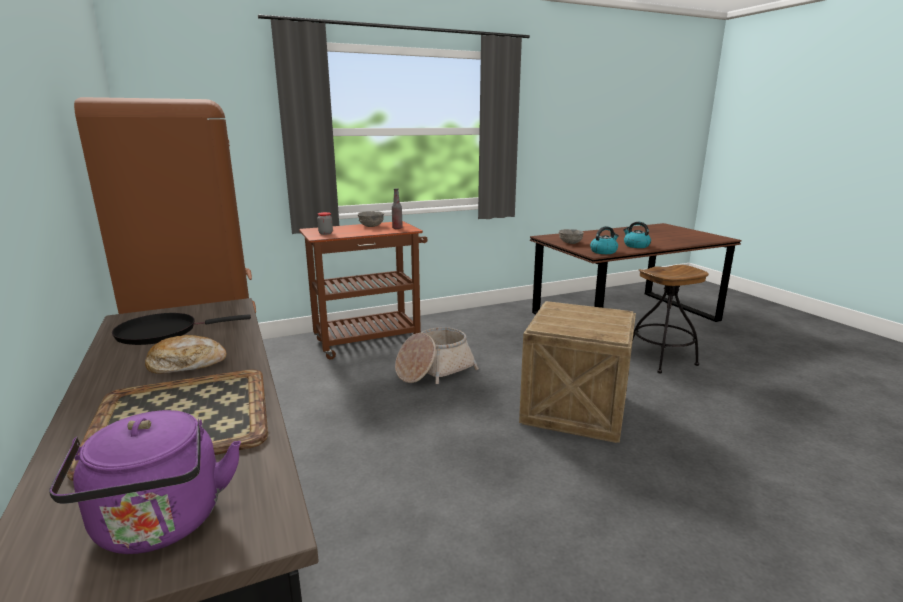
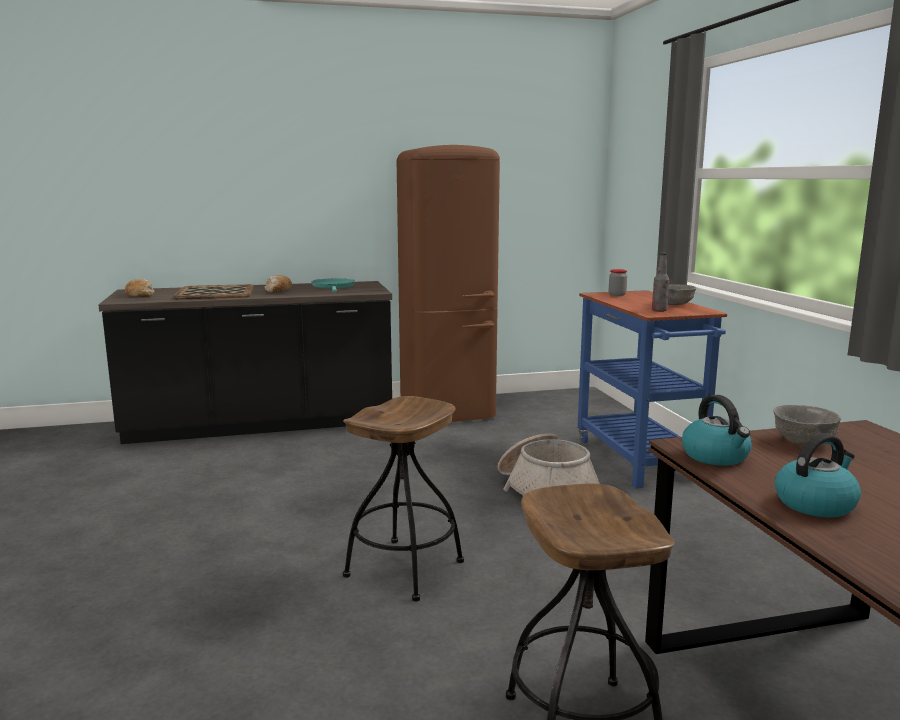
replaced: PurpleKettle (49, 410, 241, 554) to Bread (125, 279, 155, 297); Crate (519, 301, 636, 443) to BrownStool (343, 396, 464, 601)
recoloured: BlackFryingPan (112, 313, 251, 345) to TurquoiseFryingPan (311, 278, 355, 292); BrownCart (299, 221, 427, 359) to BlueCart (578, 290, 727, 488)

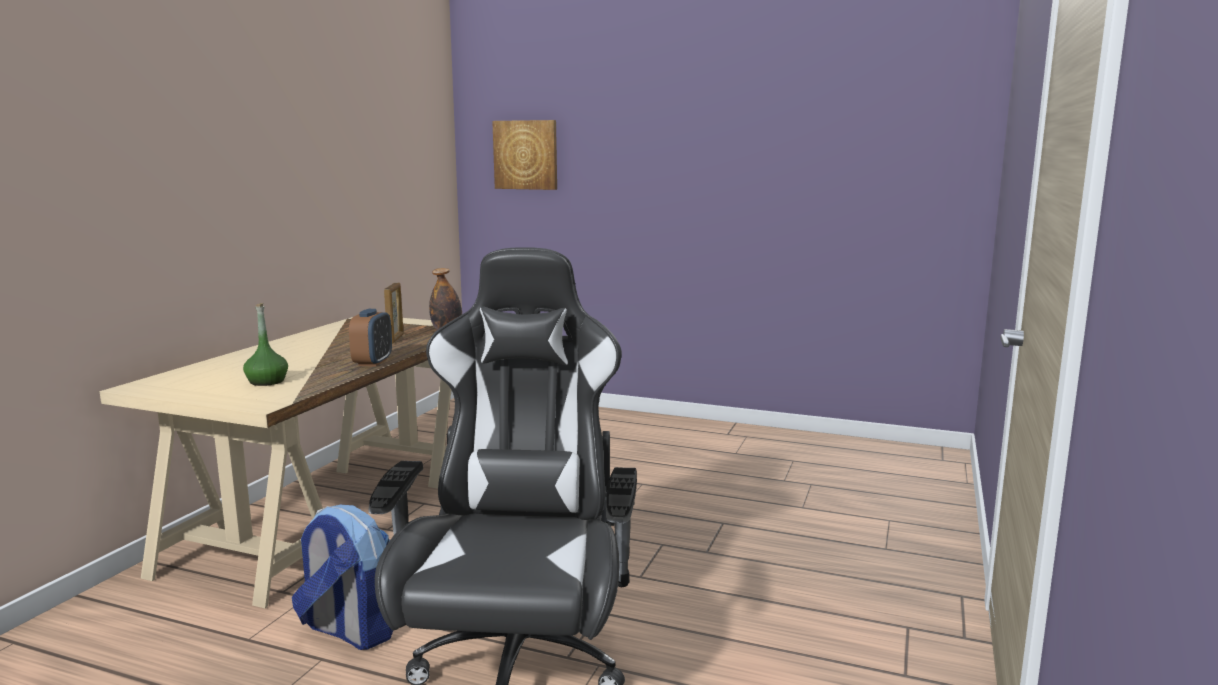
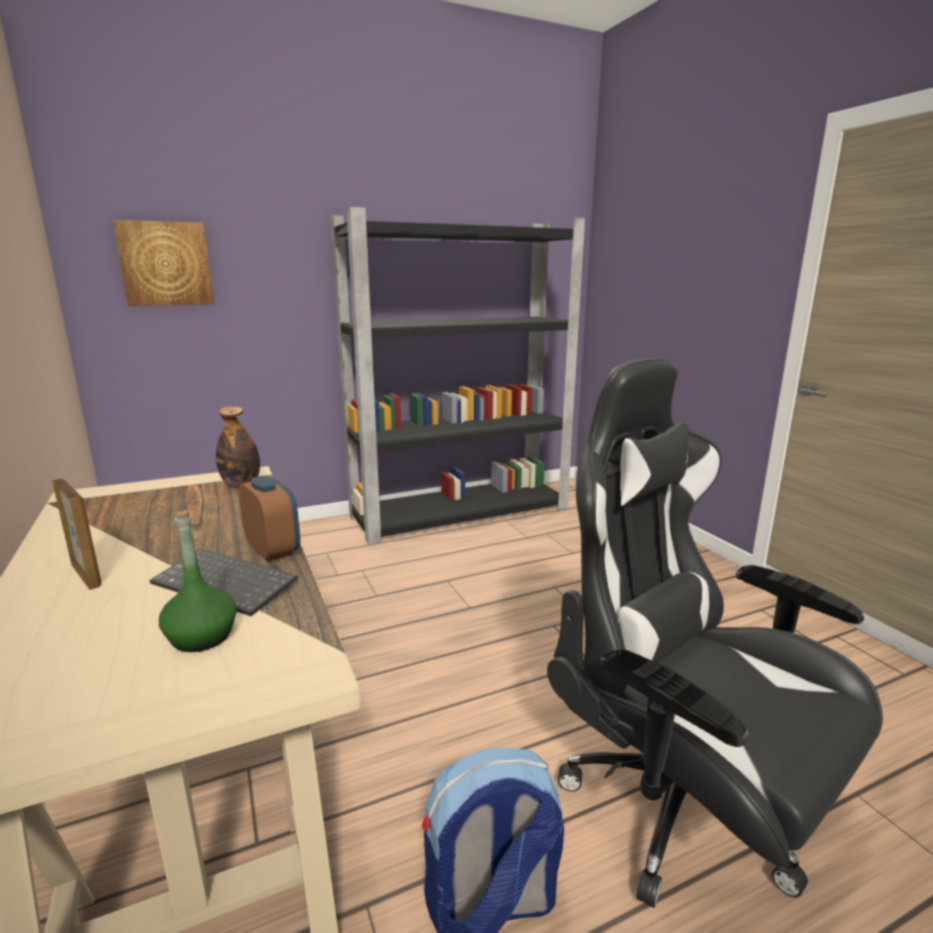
added: Keyboard (150, 549, 298, 616); BlackBookcase (330, 207, 585, 545)
moved: PictureFrame (384, 283, 404, 344) to (52, 479, 101, 590)

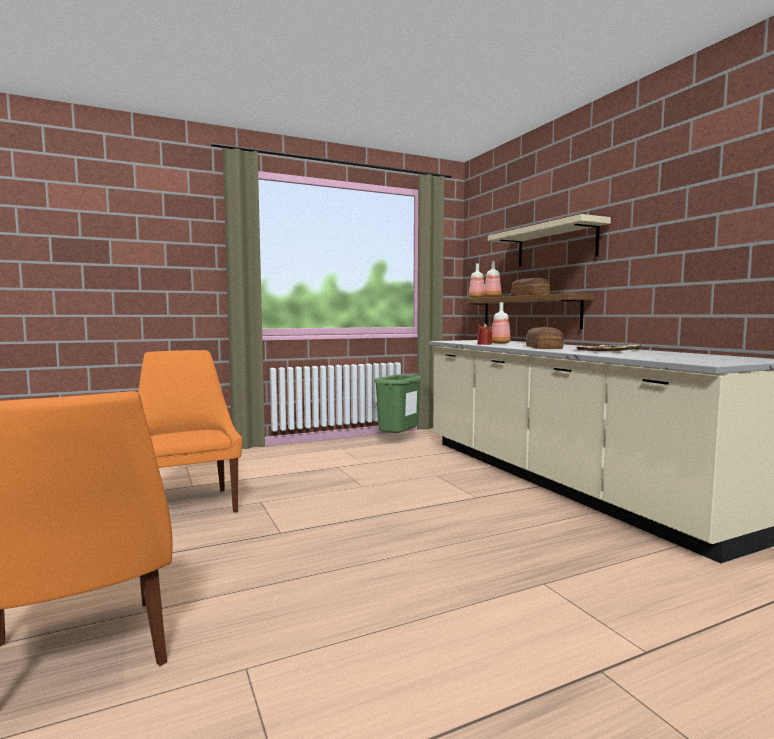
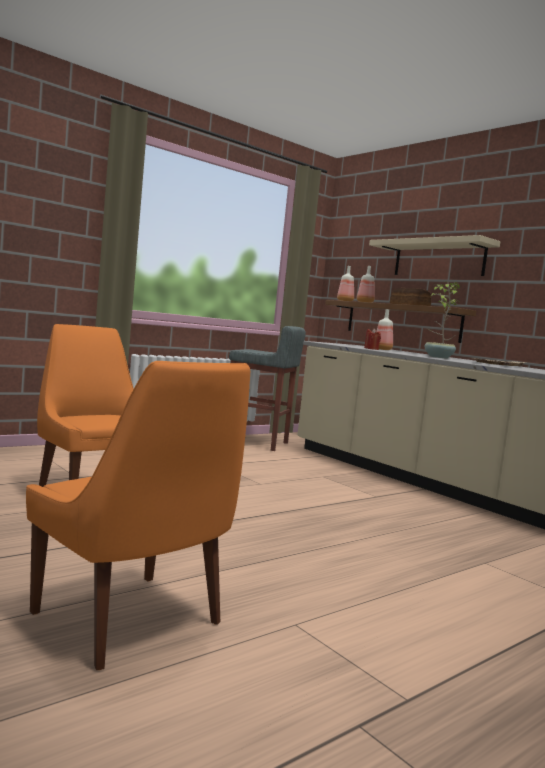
replaced: GreenTrashCan (374, 374, 422, 433) to GreyStool (229, 326, 306, 451); Bread (526, 327, 563, 349) to PottedPlant (425, 281, 460, 359)

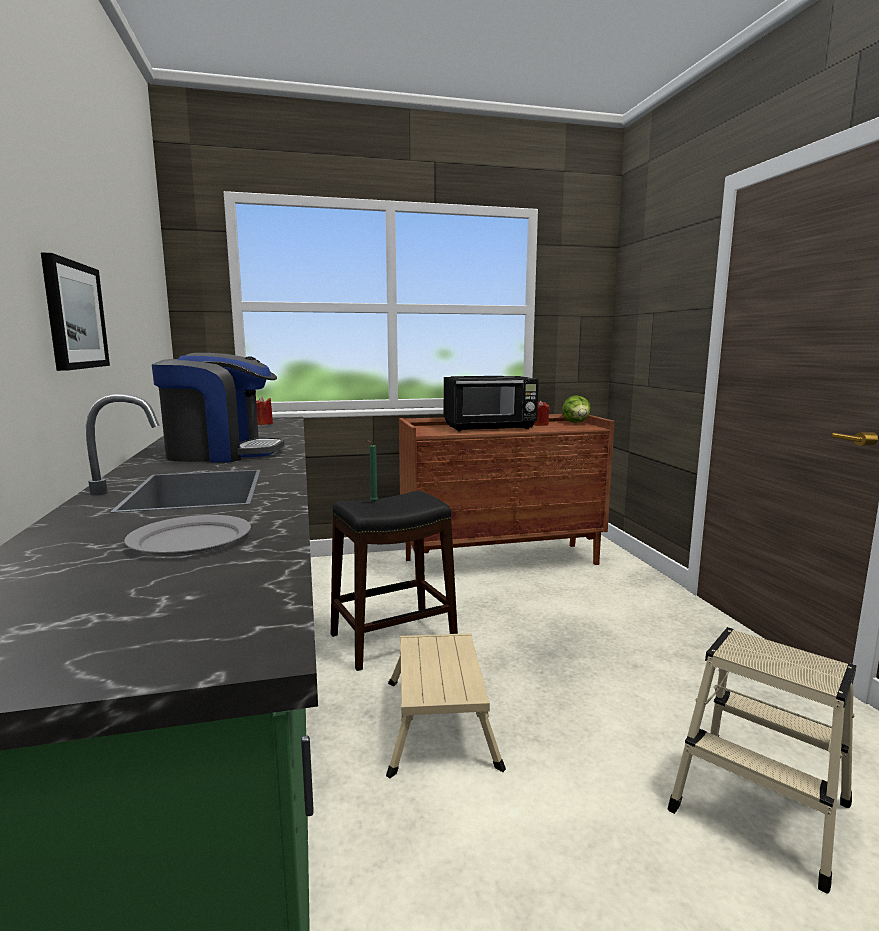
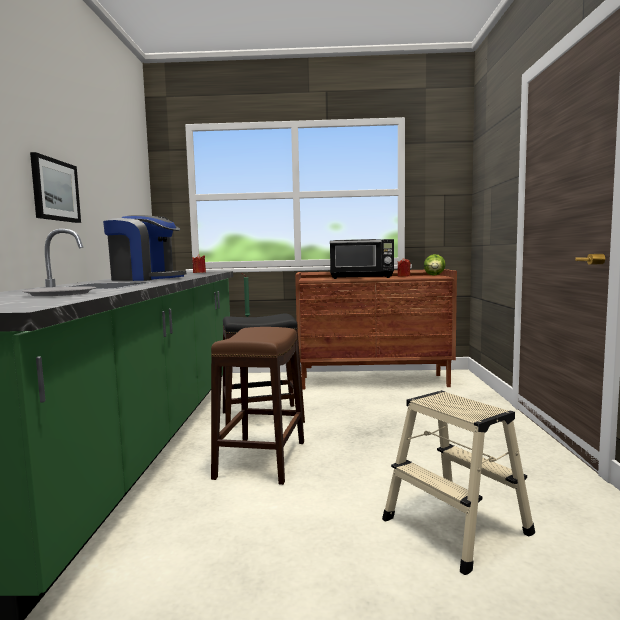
replaced: BeigeStepLadder (386, 633, 506, 779) to BrownStool (211, 327, 304, 485)

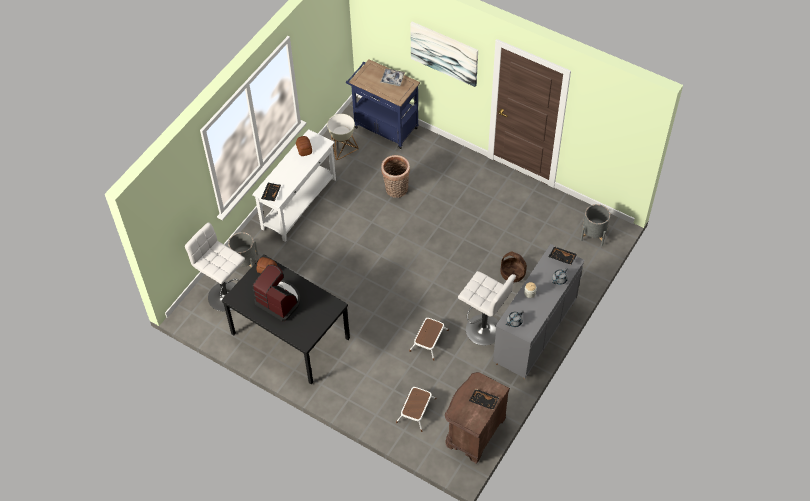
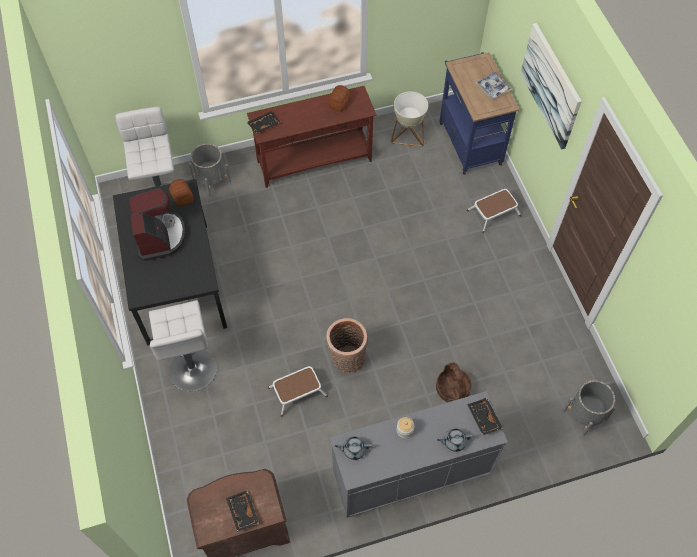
moved: Basket (381, 155, 410, 198) to (326, 318, 368, 373); BrownStepLadder (396, 387, 437, 432) to (466, 189, 521, 234); WhiteStool (458, 271, 516, 345) to (149, 300, 217, 392)
recoloured: WhiteConsoleTable (252, 129, 336, 242) to BrownConsoleTable (247, 86, 377, 188)

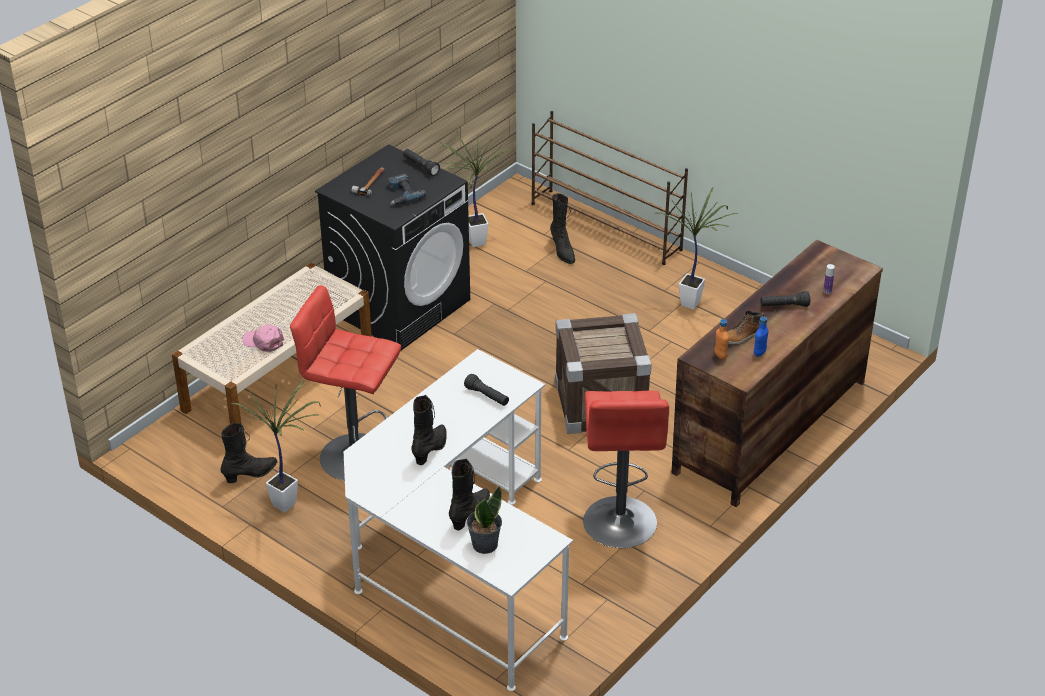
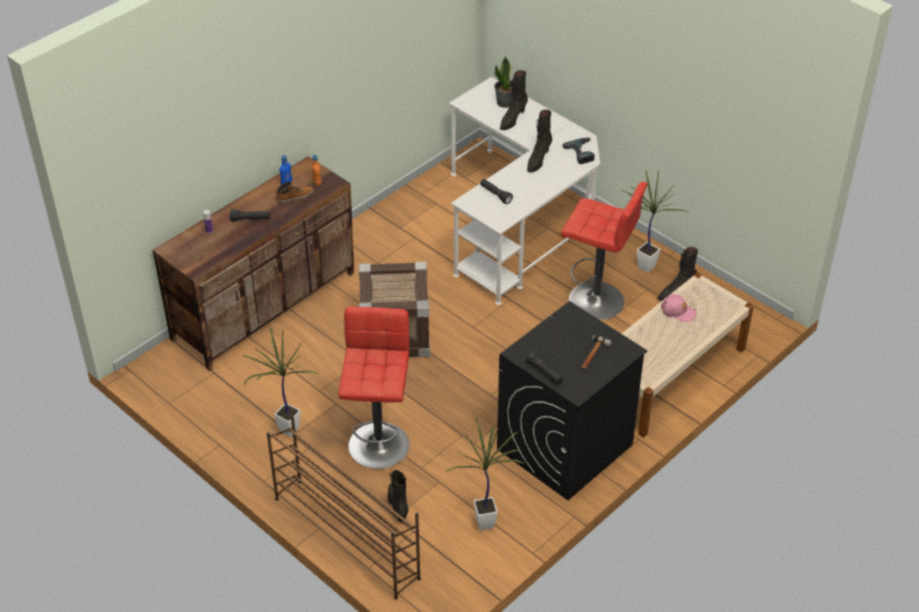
moved: PowerDrill (387, 174, 427, 205) to (562, 137, 595, 164); RedStool (583, 391, 669, 548) to (339, 307, 410, 469)

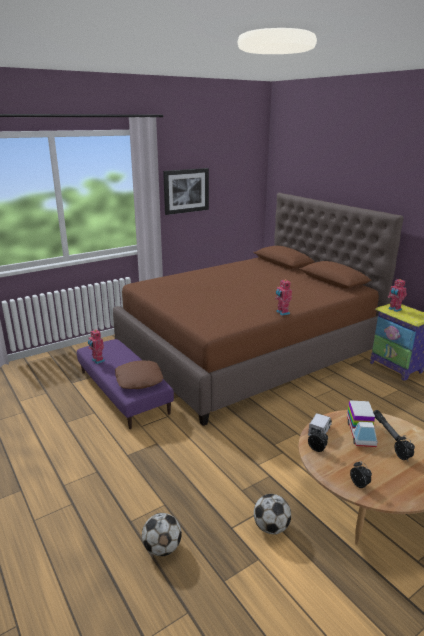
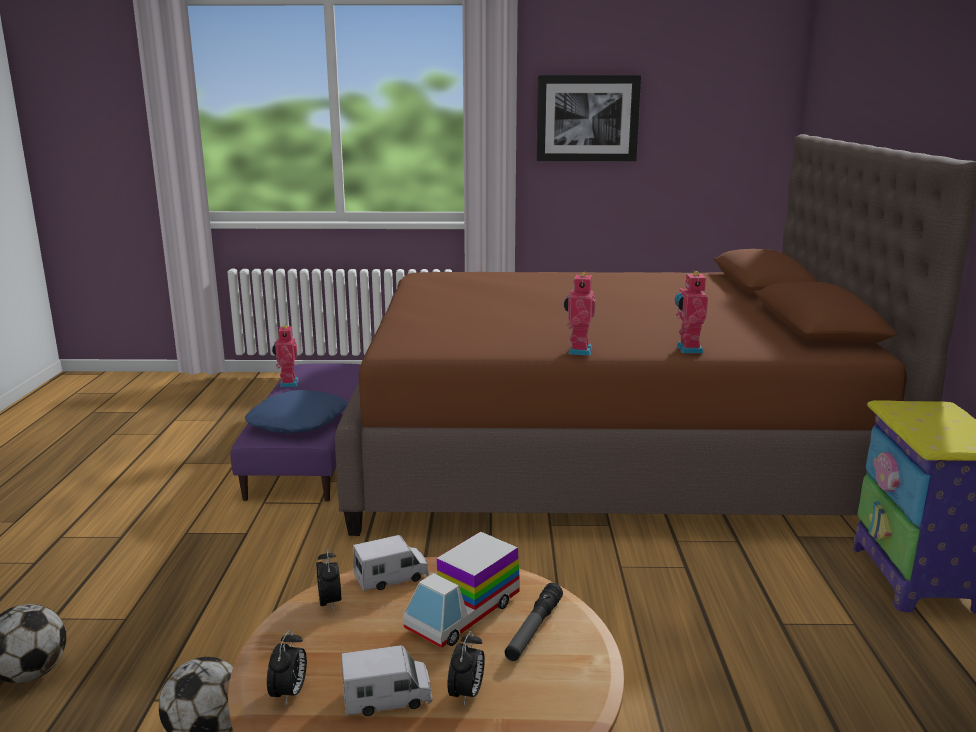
added: ToyTruck (341, 645, 432, 717)
moved: ToyRobot (388, 278, 407, 312) to (675, 270, 708, 353)
recoloured: BrownPillow (115, 360, 163, 389) to BluePillow (245, 390, 348, 433)

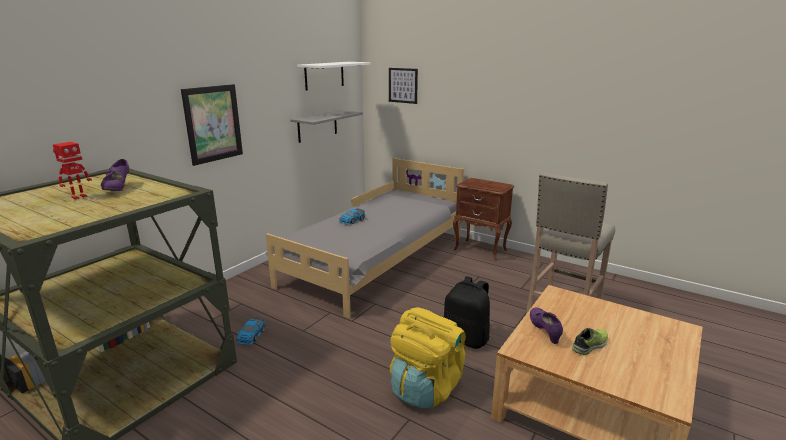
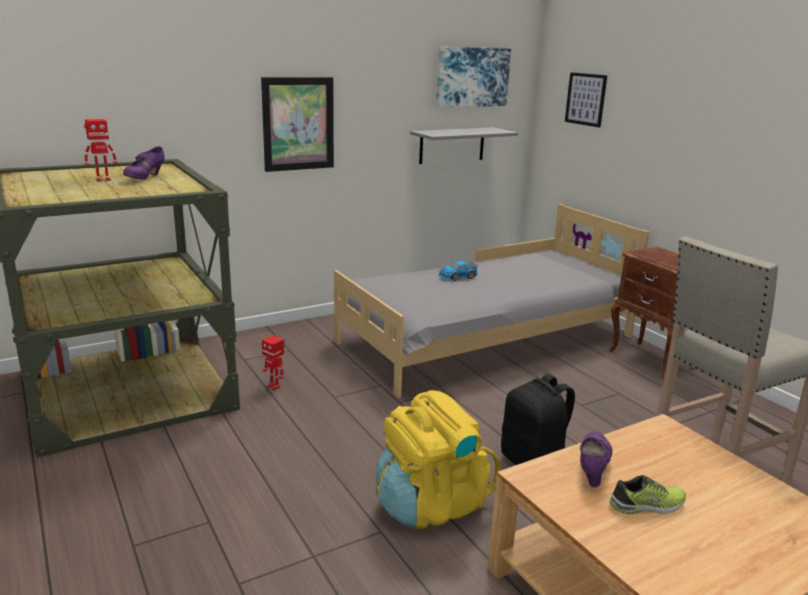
replaced: ToyCar (236, 317, 265, 345) to ToyRobot (262, 335, 284, 390); WhiteShelf (297, 62, 370, 90) to Picture (436, 47, 511, 107)

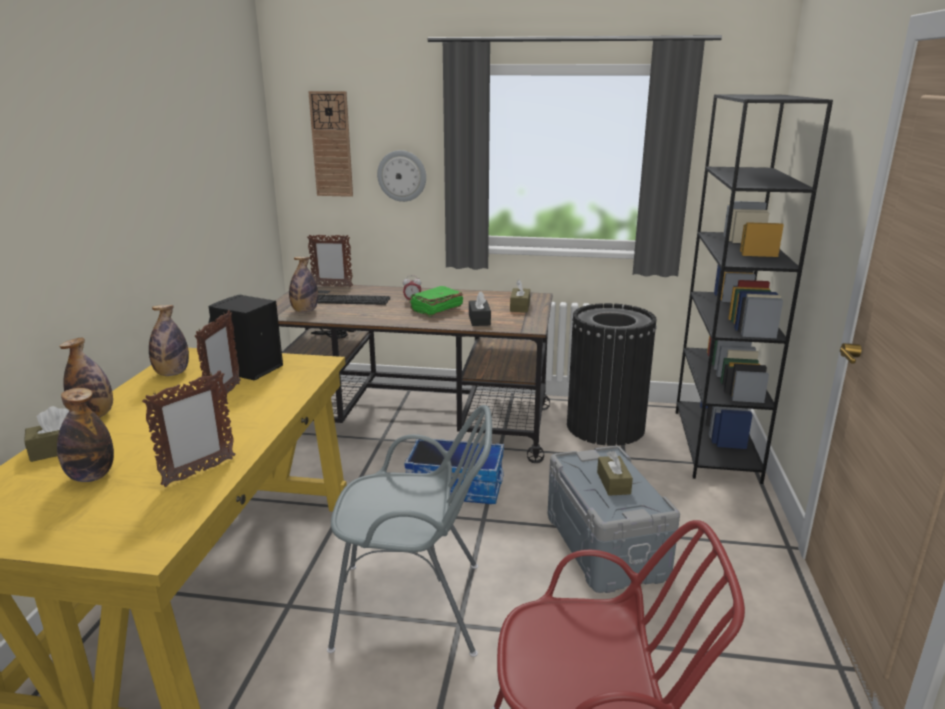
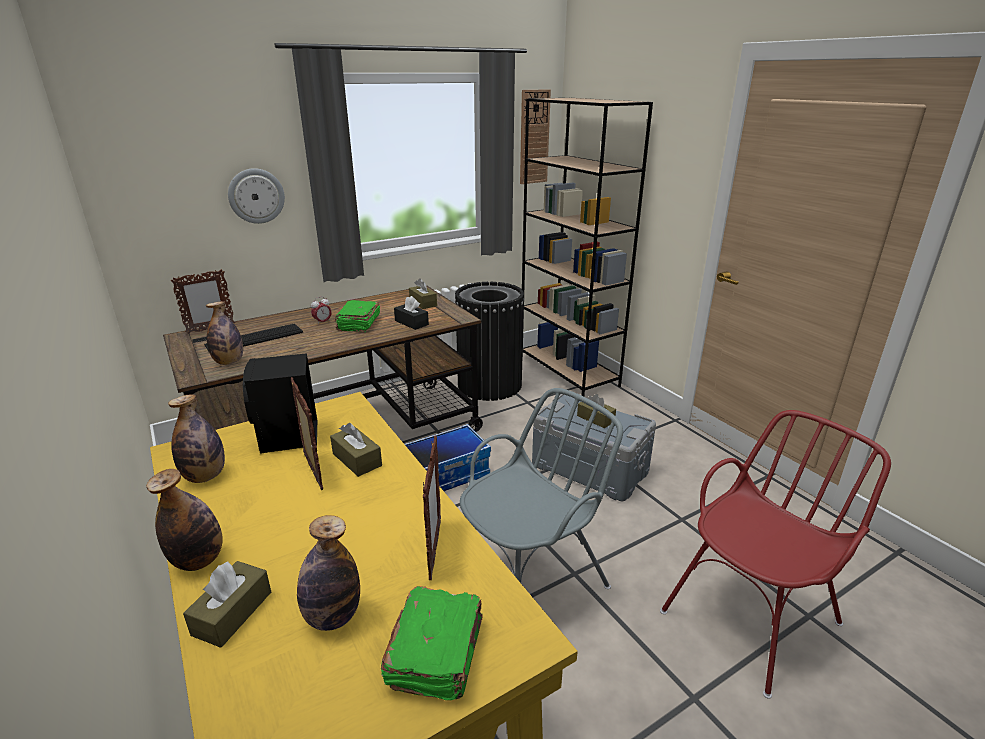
added: BrownTissueBox (330, 423, 382, 477); GreenBook (381, 586, 483, 700)
moved: WallClock (308, 91, 353, 197) to (520, 89, 551, 184)
recoloured: BlackBookcase (676, 94, 833, 484) to BeigeBookcase (522, 98, 653, 396)

